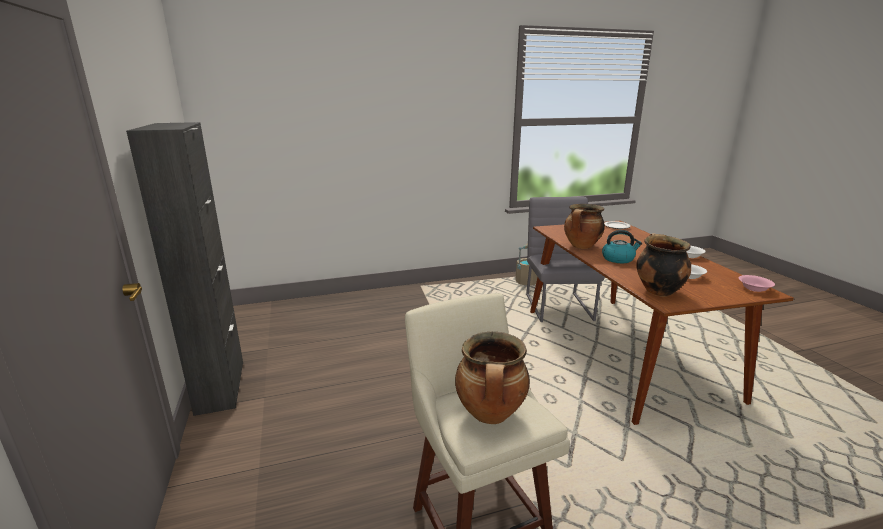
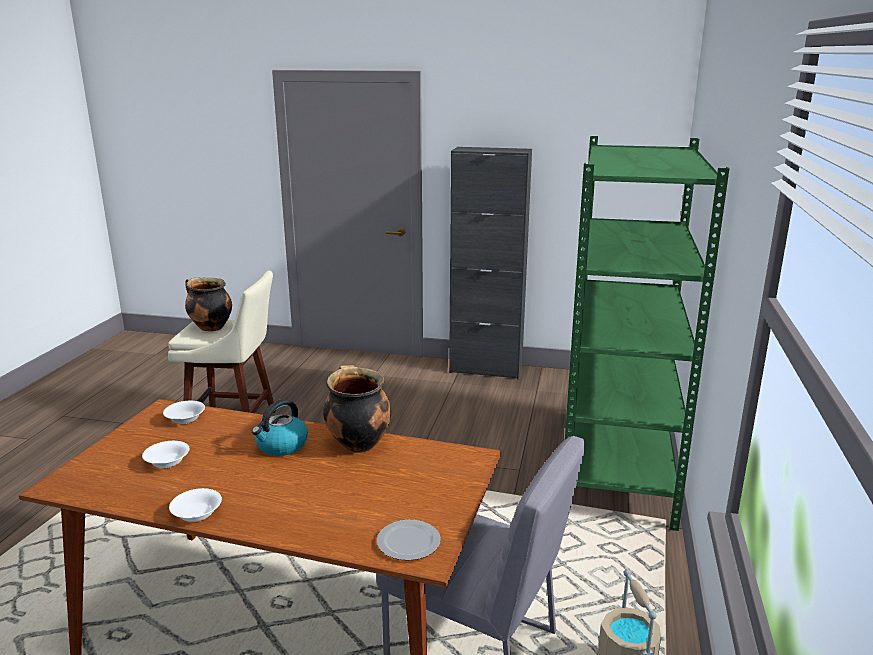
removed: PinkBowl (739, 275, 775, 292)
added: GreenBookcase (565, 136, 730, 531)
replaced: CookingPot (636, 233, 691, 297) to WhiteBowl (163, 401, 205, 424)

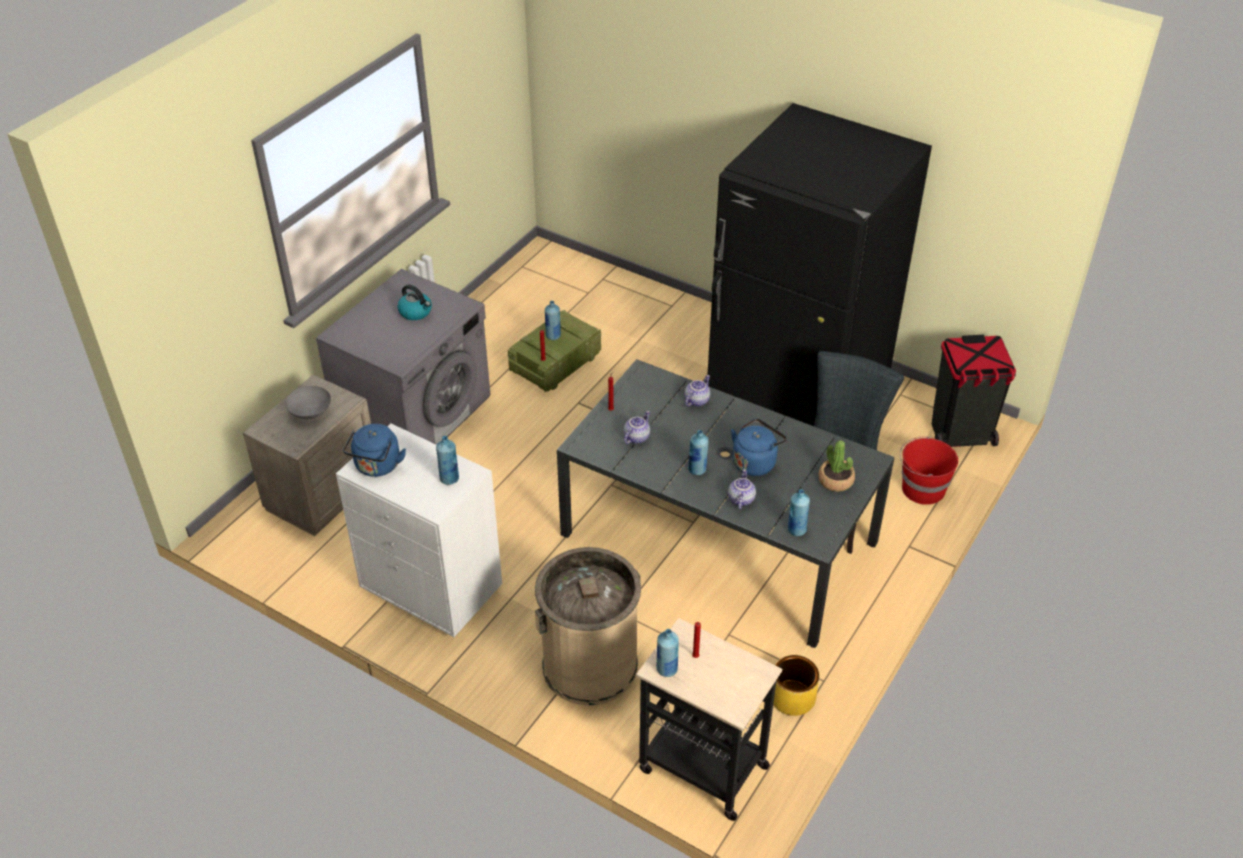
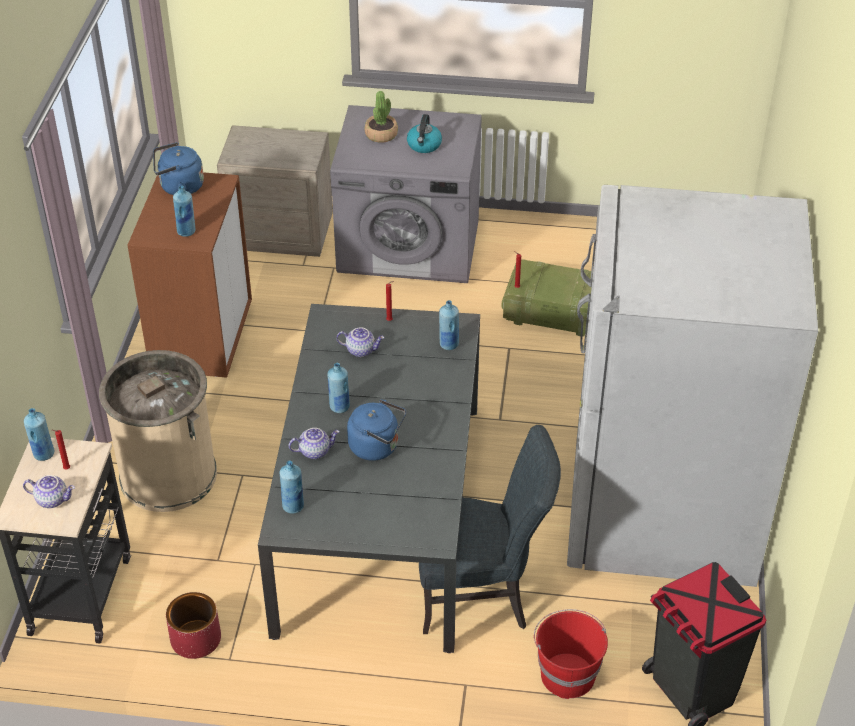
removed: GreyBowl (285, 386, 331, 419)
moved: BlueBottle (545, 301, 561, 340) to (439, 300, 459, 350); Teapot (685, 375, 710, 406) to (23, 475, 75, 508); PottedPlant (819, 440, 855, 492) to (365, 91, 398, 143)
recoloured: WhiteCabinet (336, 424, 502, 637) to BrownCabinet (127, 172, 252, 378); BlackFridge (707, 103, 932, 430) to WhiteFridge (567, 185, 818, 587); YellowPlanter (773, 655, 819, 716) to RedPlanter (166, 592, 221, 659)

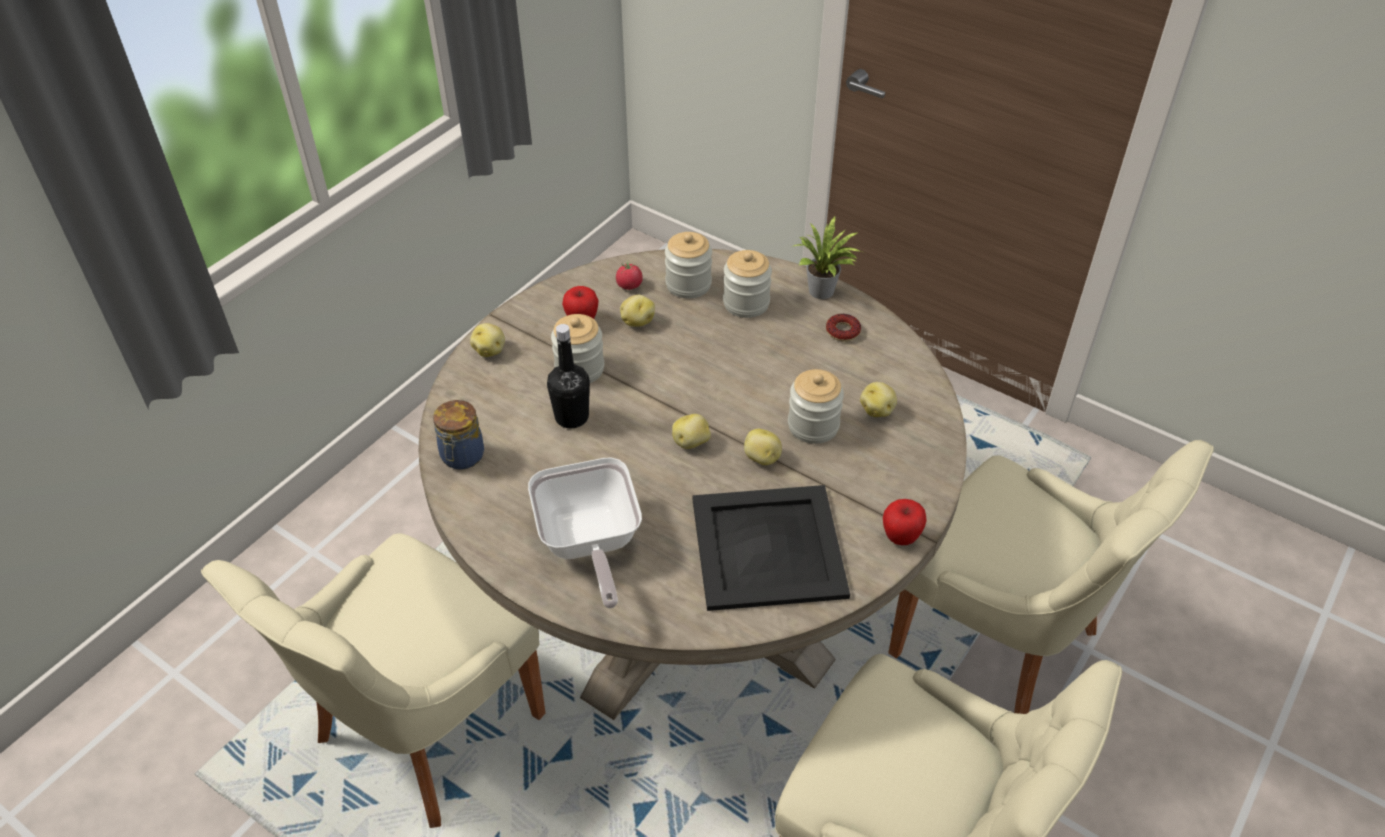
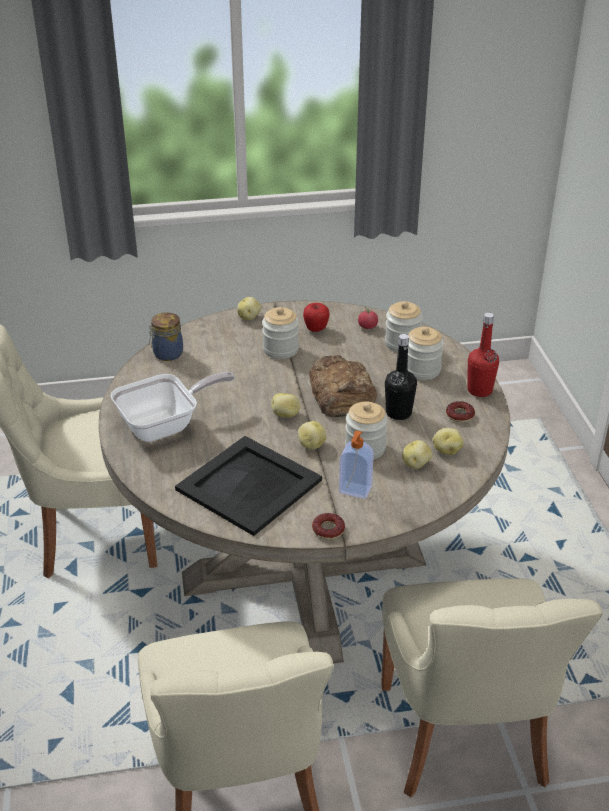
added: Bread (309, 355, 377, 417); SoapDispenser (339, 430, 374, 499)
moved: BlackBottle (547, 324, 590, 428) to (385, 334, 417, 420); Potato (620, 295, 655, 327) to (433, 428, 463, 455)
replaced: PottedPlant (792, 216, 862, 299) to RedBottle (467, 313, 499, 397); Apple (883, 499, 927, 545) to Donut (312, 513, 345, 540)
turned: FryingPan (528, 457, 642, 608) = (111, 372, 235, 442) 150 degrees counterclockwise

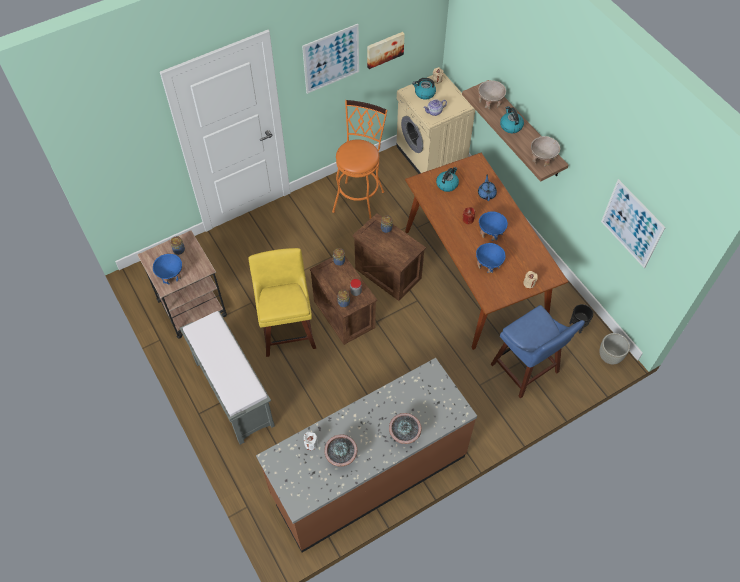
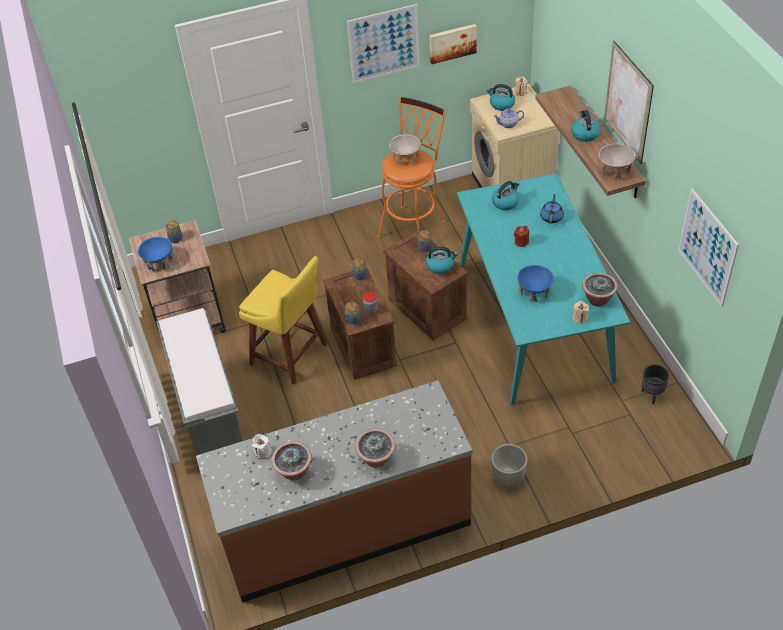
removed: BlueBowl (479, 211, 508, 241); BlueChair (491, 305, 585, 398)
added: Kettle (426, 246, 458, 274); PottedPlant (582, 273, 618, 307); Picture (604, 41, 654, 164)
moved: BeigeBowl (478, 80, 506, 109) to (389, 134, 421, 165); GreyPlanter (599, 333, 630, 364) to (491, 444, 528, 486)
recoloured: BrownDiningTable (405, 153, 568, 350) to TurquoiseDiningTable (457, 174, 630, 405)
turned: YellowChair (248, 248, 316, 357) = (239, 256, 328, 385) 120 degrees clockwise

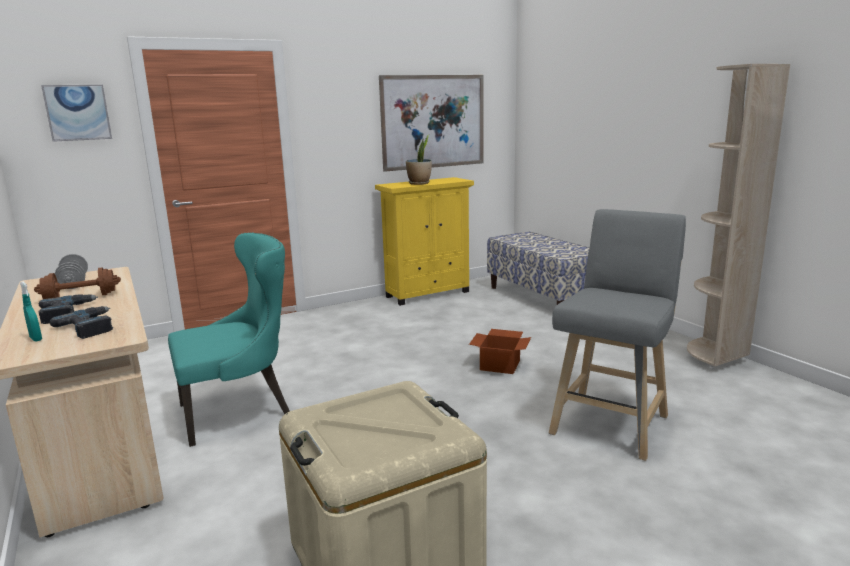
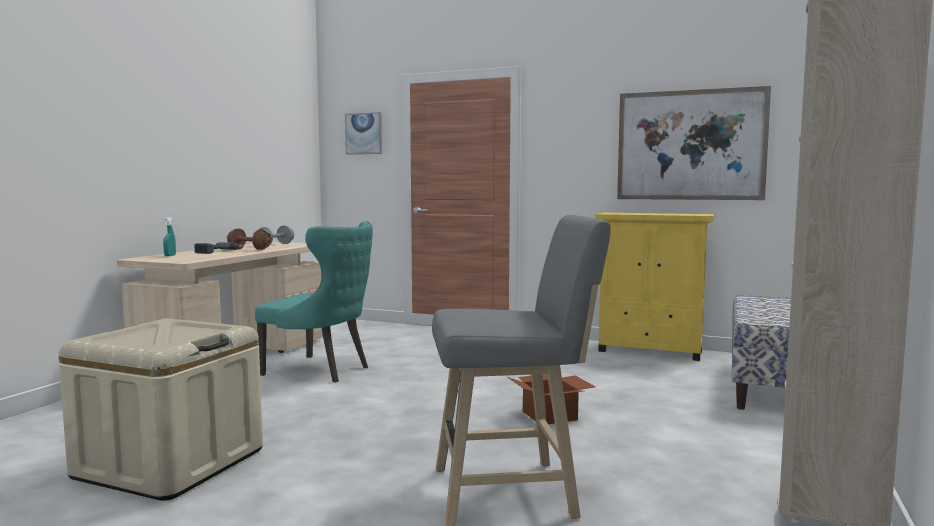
removed: PowerDrill (50, 306, 113, 339); PottedPlant (406, 135, 432, 185)

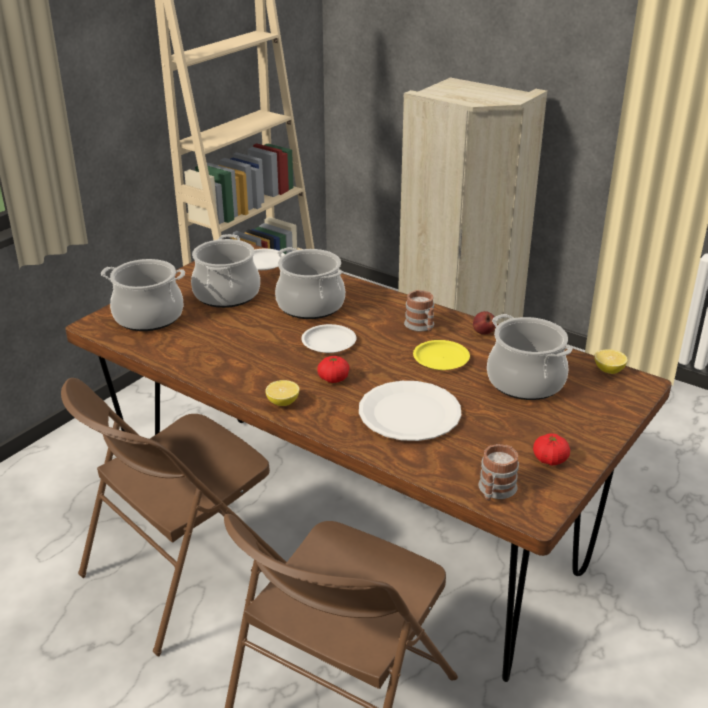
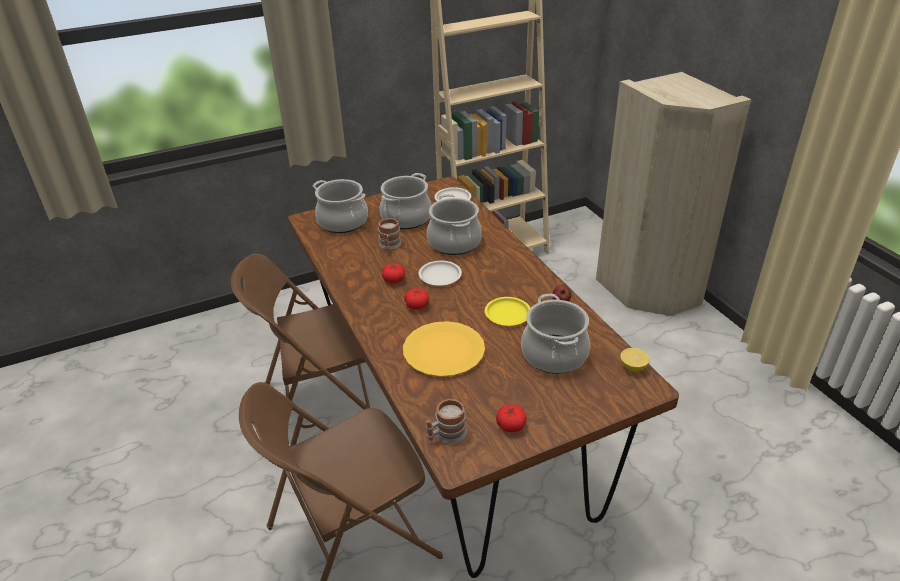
removed: Lemon (265, 380, 299, 406)
added: Tomato (382, 263, 405, 283)
moved: Mug (404, 290, 434, 331) to (378, 218, 402, 251)
recoloured: WhitePlate (359, 381, 461, 441) to YellowPlate (403, 321, 485, 377)

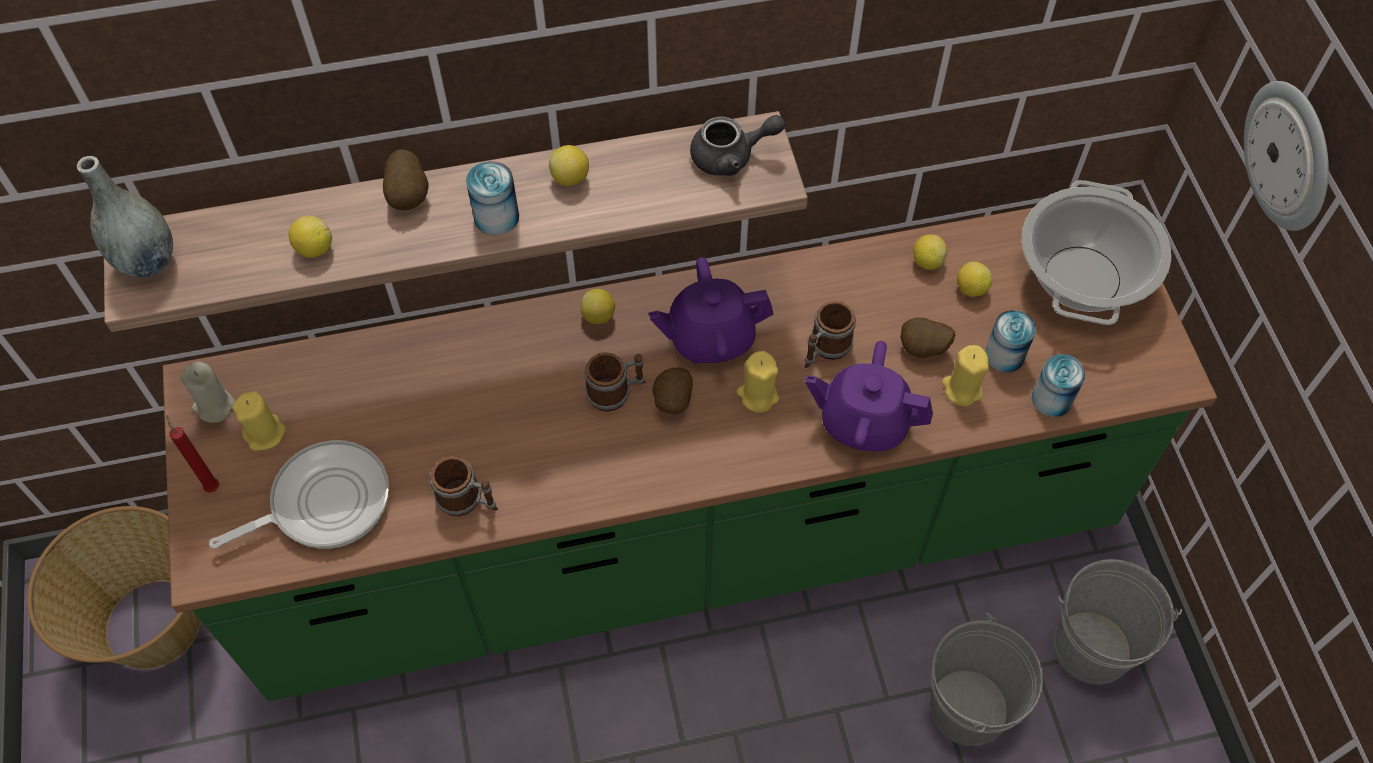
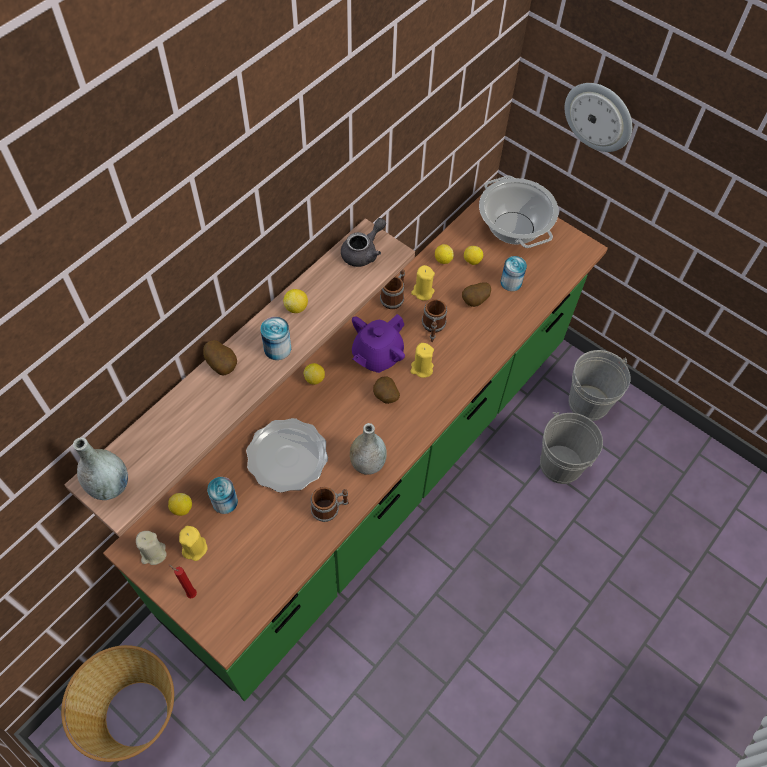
removed: FryingPan (209, 440, 389, 549); PurpleTeapot (805, 341, 933, 451)
added: Plate (246, 418, 328, 493); GreyVase (350, 423, 387, 475)
moved: Lemon (289, 216, 332, 258) to (168, 493, 192, 516); Mug (584, 352, 646, 412) to (380, 269, 405, 309); YellowCandle (942, 345, 989, 407) to (411, 265, 435, 301); Can (1032, 354, 1086, 417) to (207, 477, 238, 514)

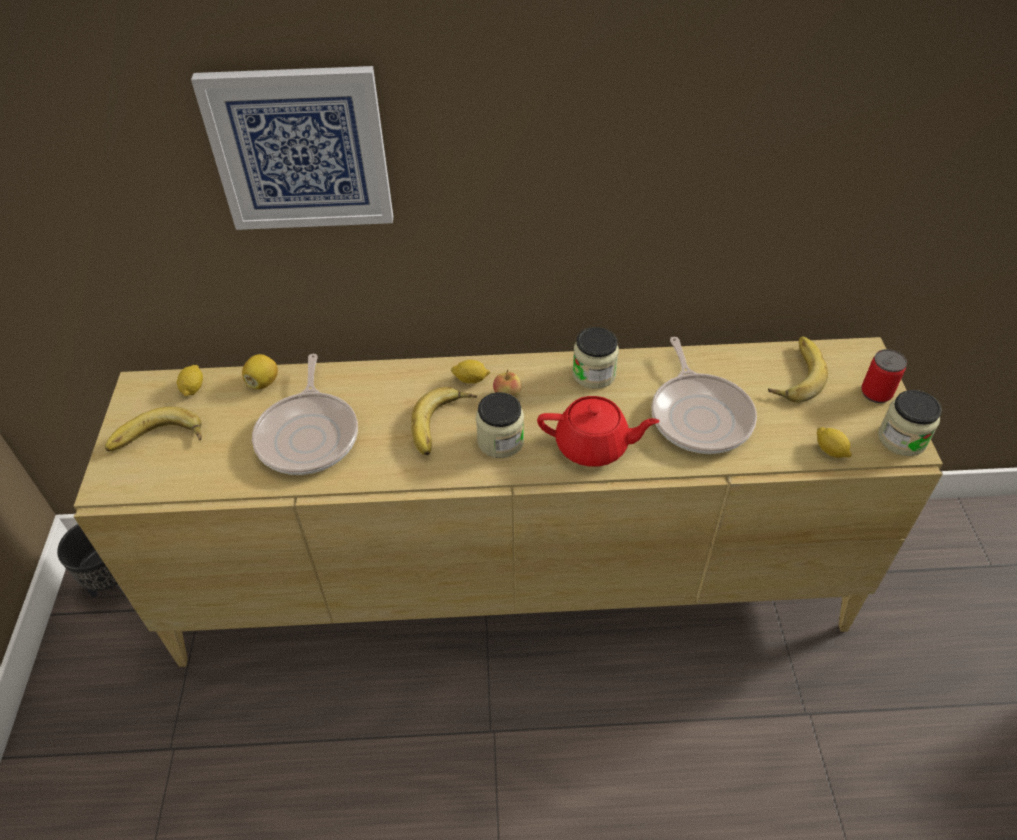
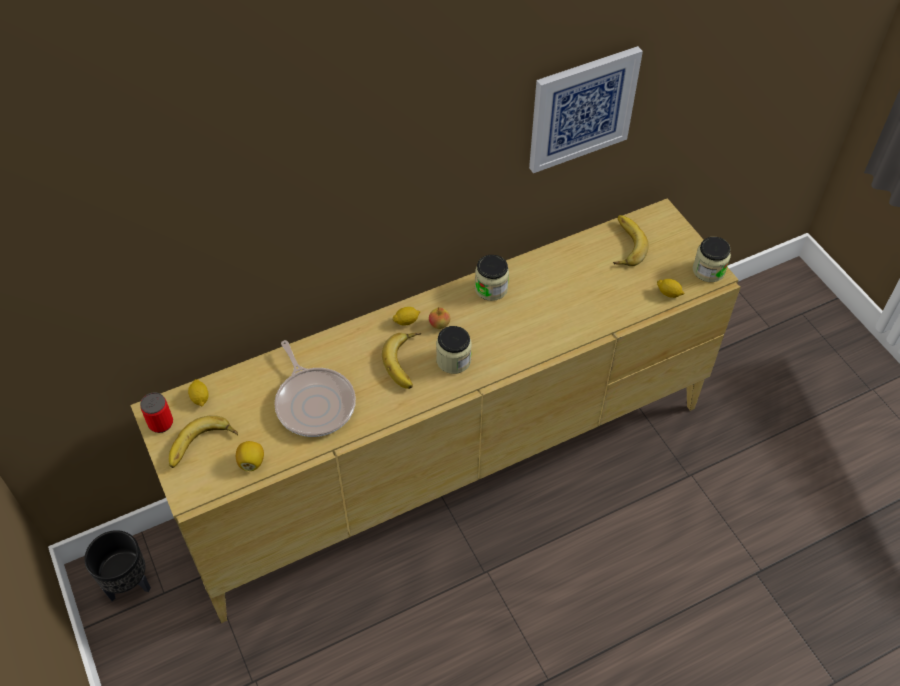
removed: RedTeapot (537, 396, 660, 467); FryingPan (652, 337, 757, 454)
moved: Picture (191, 66, 393, 230) to (529, 46, 643, 173); Lemon (242, 354, 278, 389) to (236, 441, 264, 471); Can (861, 349, 907, 403) to (140, 392, 173, 433)

